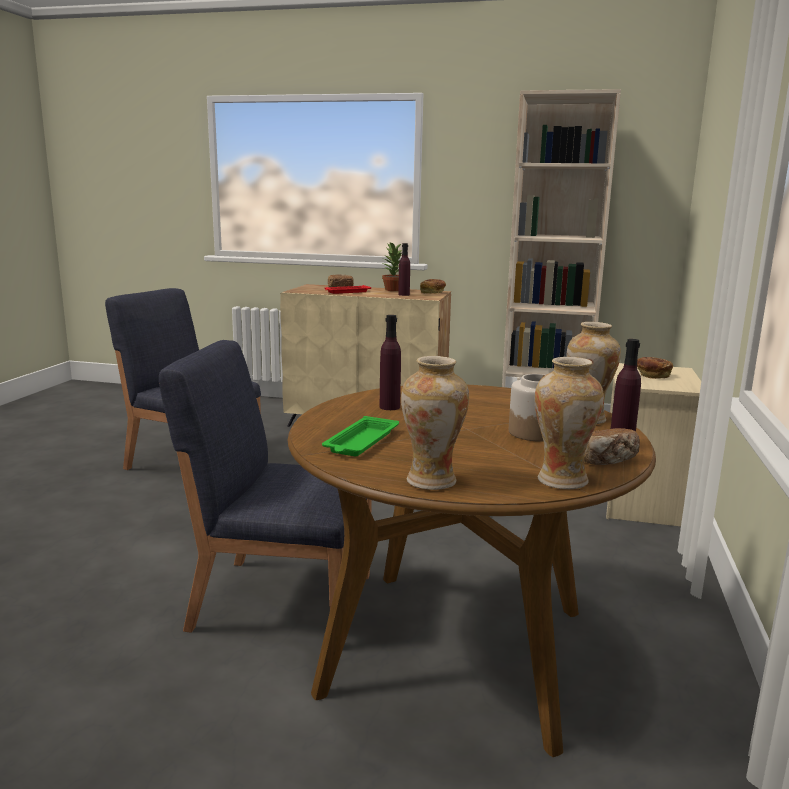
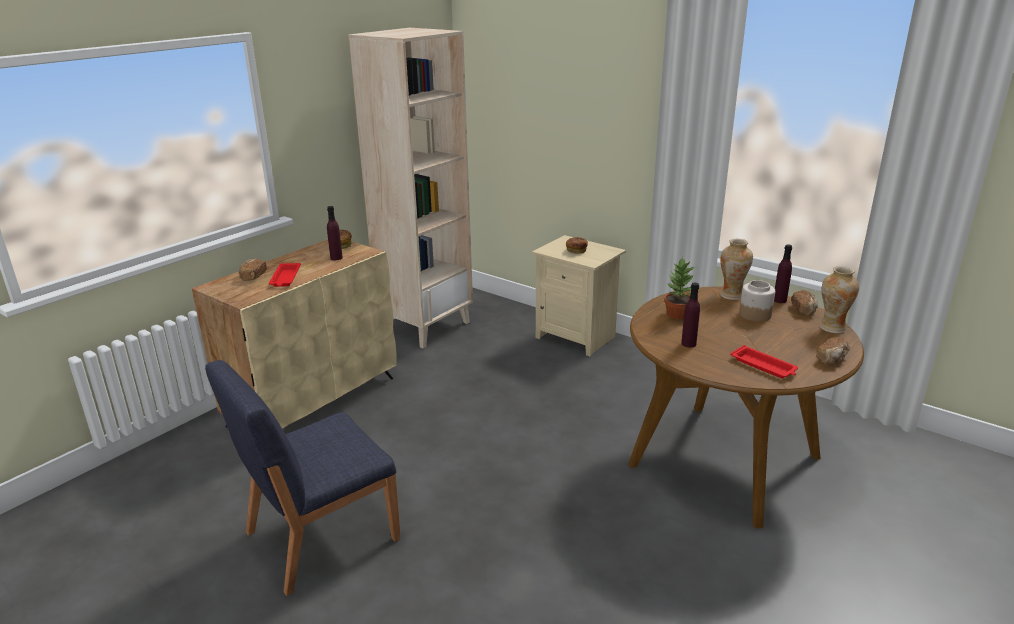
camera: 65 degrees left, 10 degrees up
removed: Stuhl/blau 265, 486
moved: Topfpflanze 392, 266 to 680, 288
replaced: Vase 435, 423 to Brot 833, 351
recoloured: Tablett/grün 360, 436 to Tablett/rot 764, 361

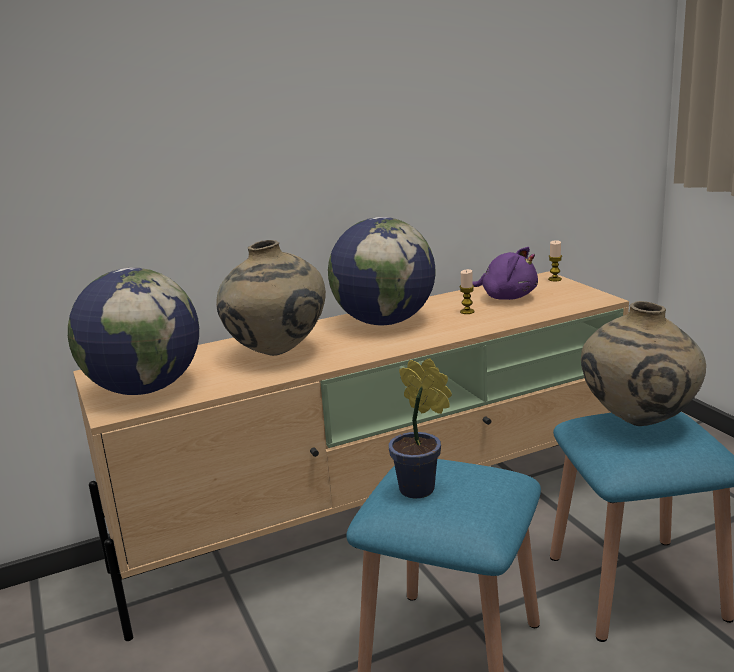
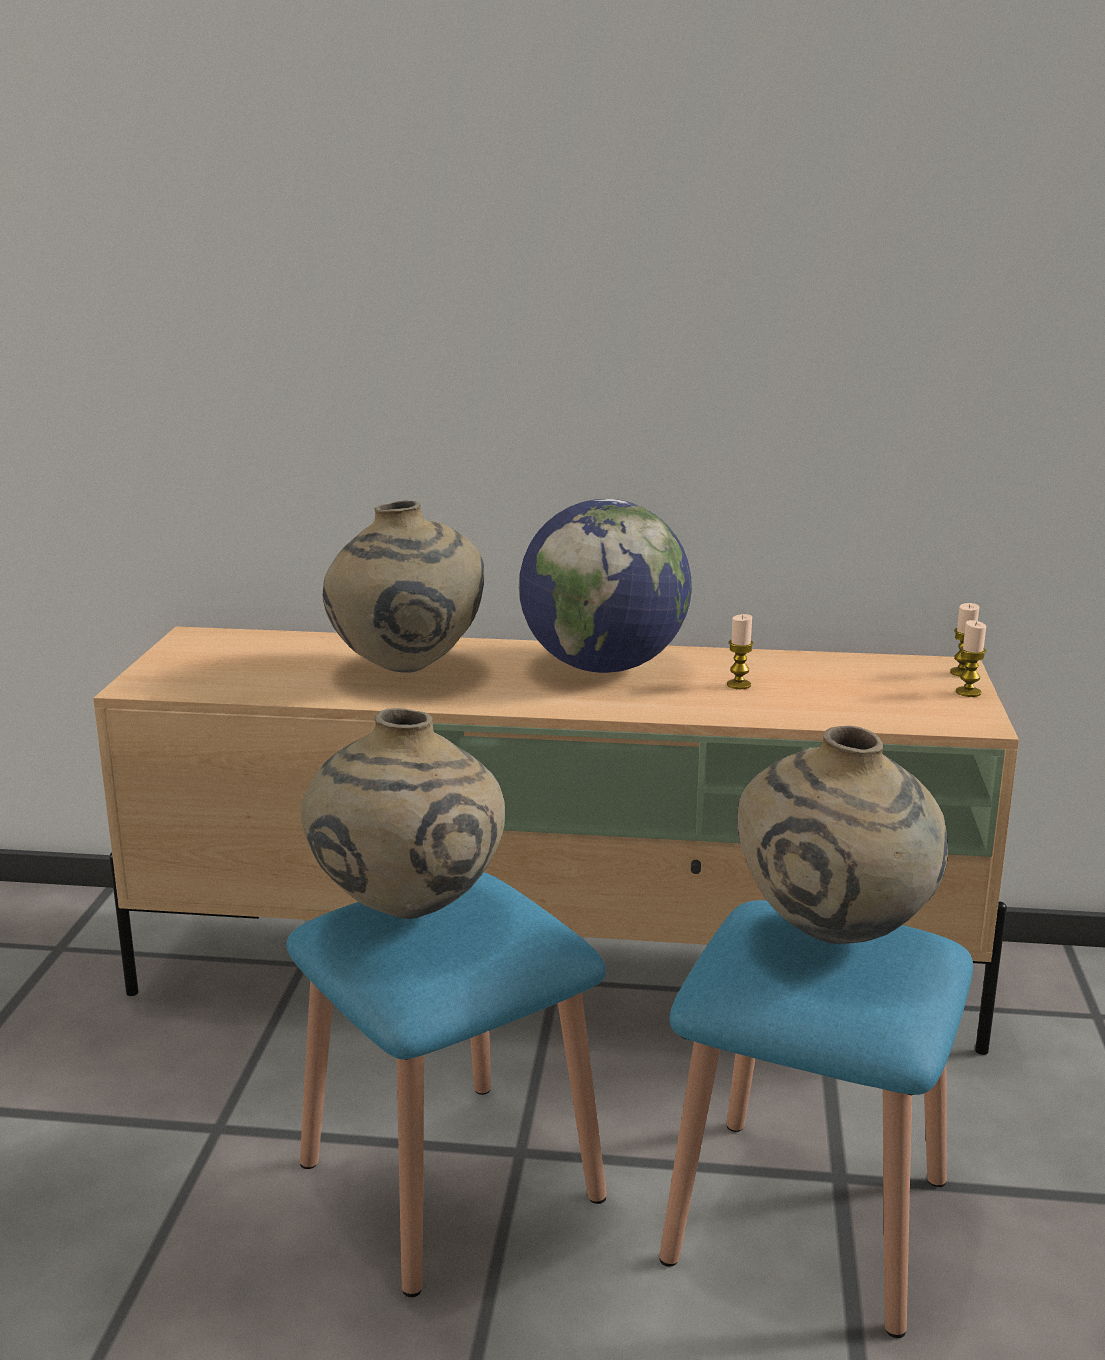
camera: 30 degrees right, 0 degrees up
removed: Globus 133, 331; Plüschtier/lila 505, 273
added: Kerze 971, 658
replaced: Topfpflanze 420, 428 to Vase/beige 403, 813

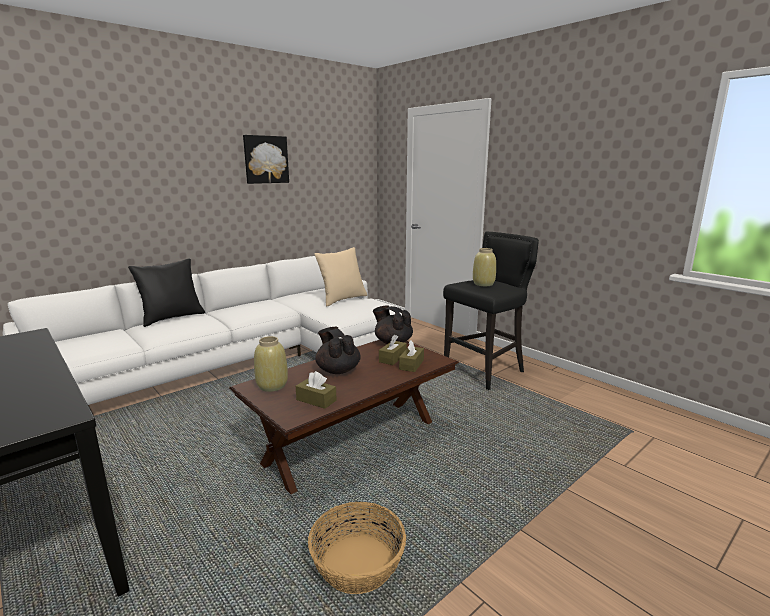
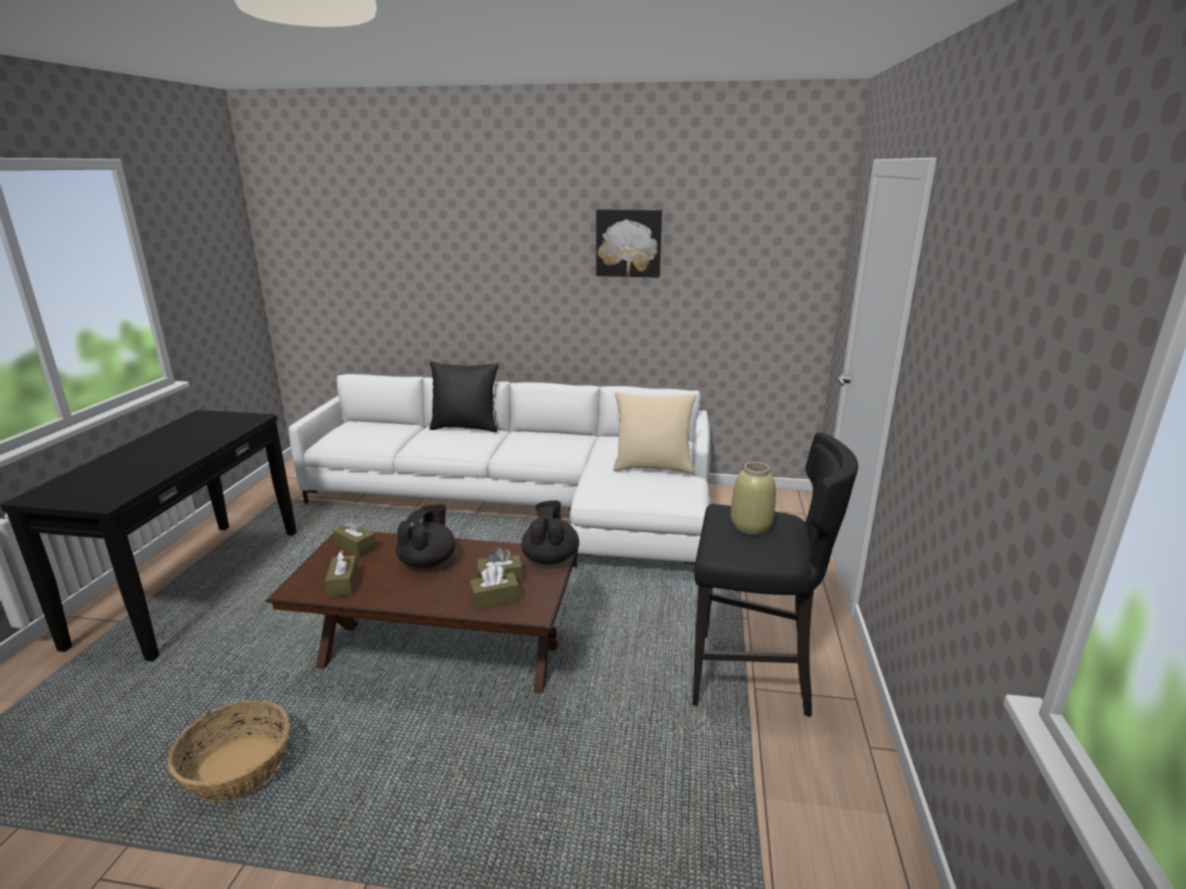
camera: 50 degrees right, 5 degrees up
replaced: Vase/beige 271, 364 to Taschentuchbox/braun 355, 537

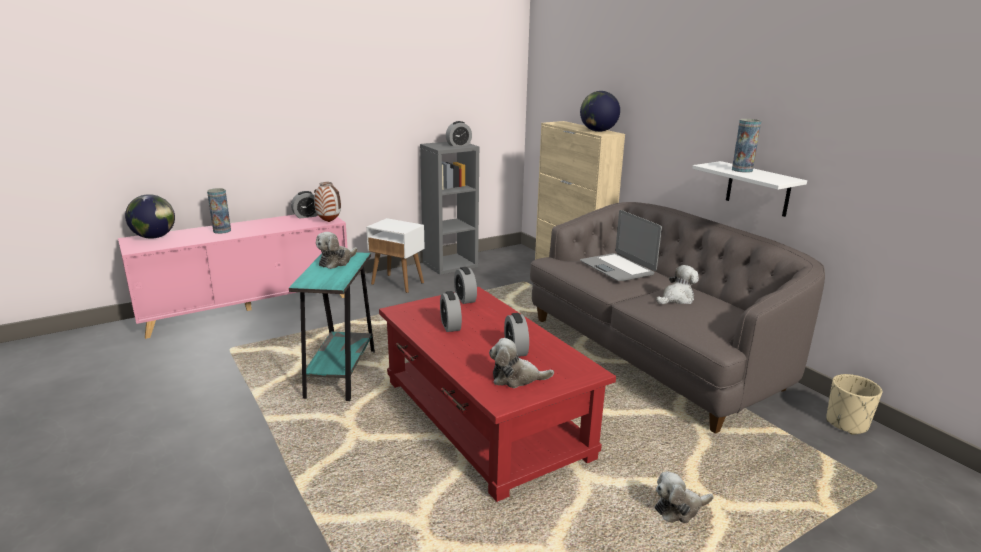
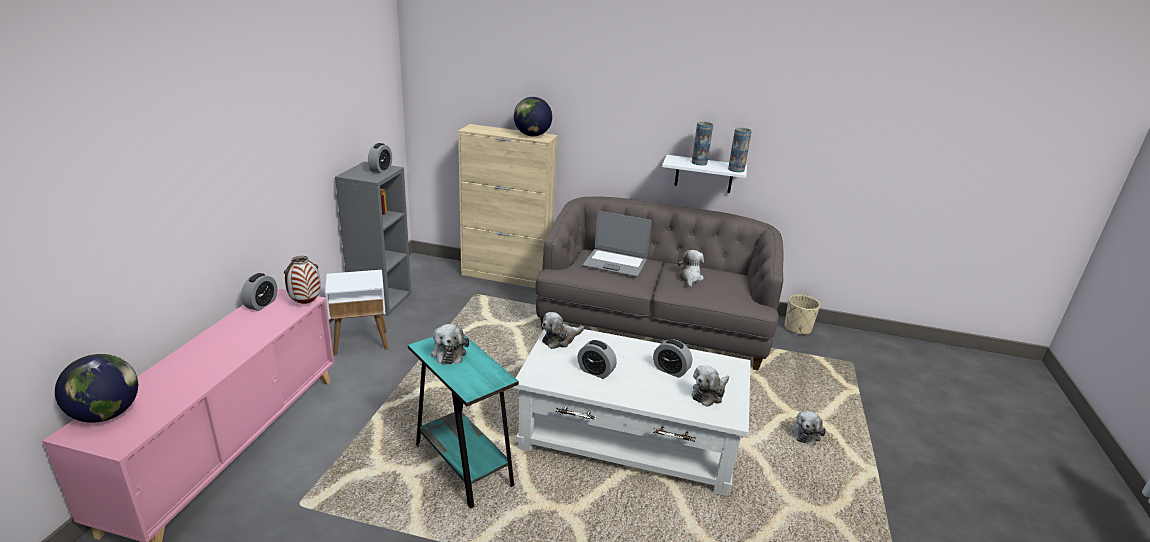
camera: 45 degrees left, 5 degrees up
moved: Vase 219, 211 to 740, 149
replaced: Wecker 465, 285 to Plüschtier 563, 330
recoloured: Couchtisch/rot 497, 394 to Couchtisch/weiß 632, 411

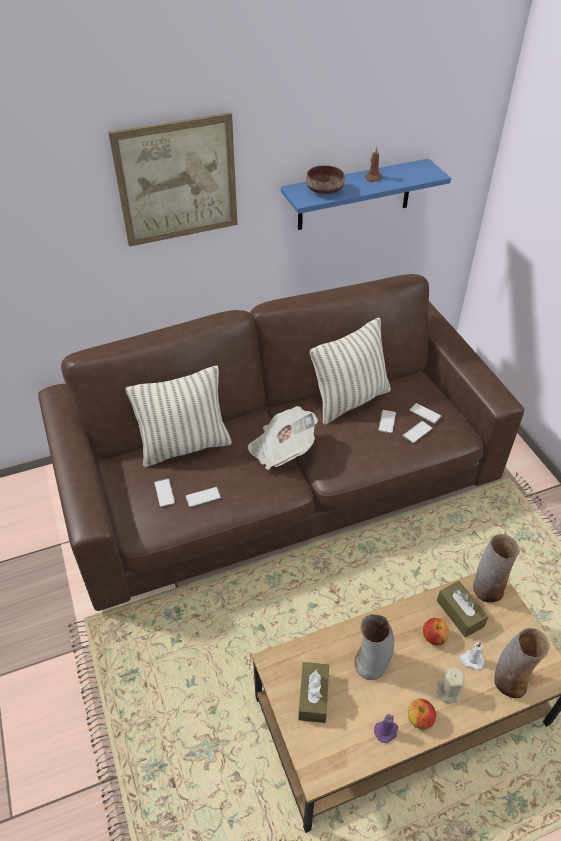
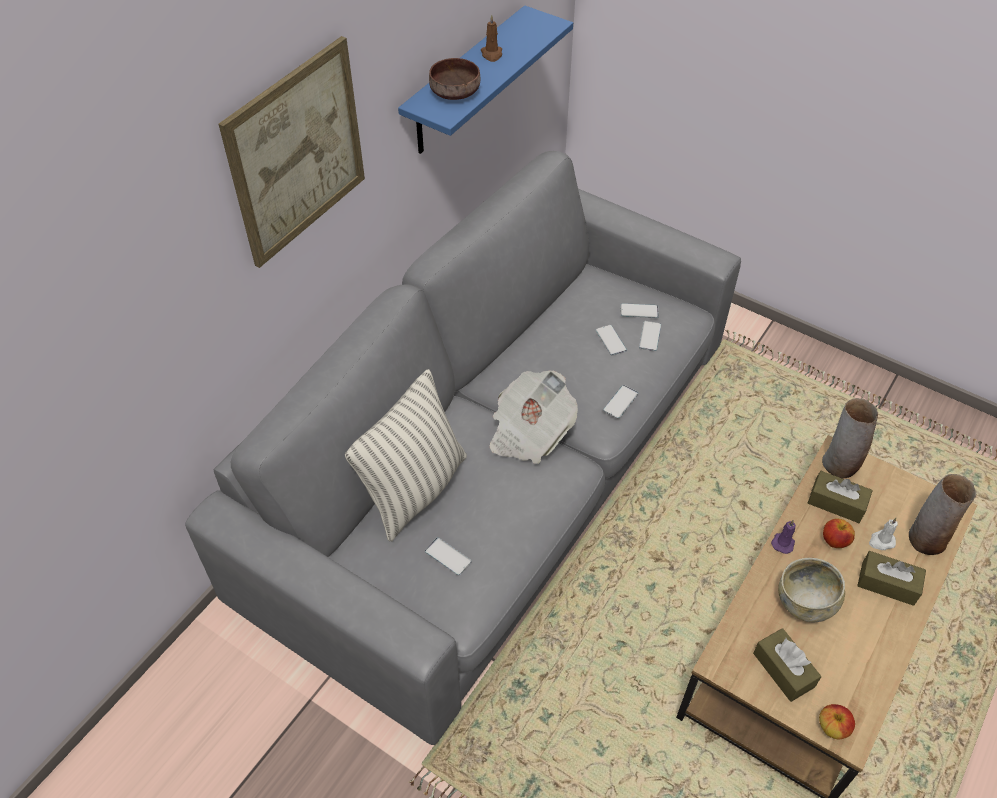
camera: 35 degrees left, 5 degrees up
removed: Kissen 350, 371
moved: Handy 203, 497 to 620, 401; Kerze/lila 386, 728 to 783, 537; Apfel 422, 714 to 837, 721
replaced: Vase 374, 647 to Schüssel/beige 811, 590; Kerze/beige 451, 685 to Taschentuchbox/braun 891, 578
recoloured: Sofa/braun 281, 442 to Sofa/grau 463, 448

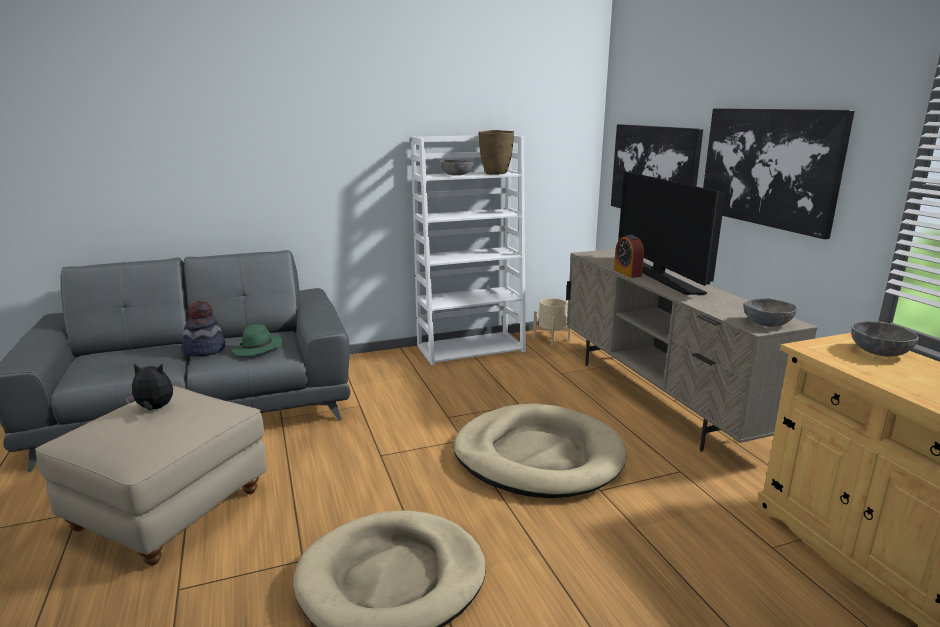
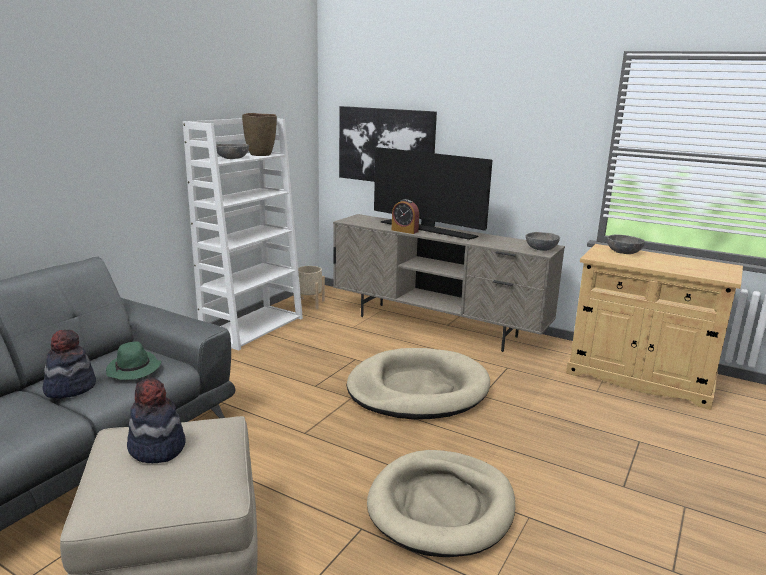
camera: 40 degrees left, 0 degrees up
removed: Bild 779, 173
replaced: Plüschtier 149, 387 to Hut 156, 420

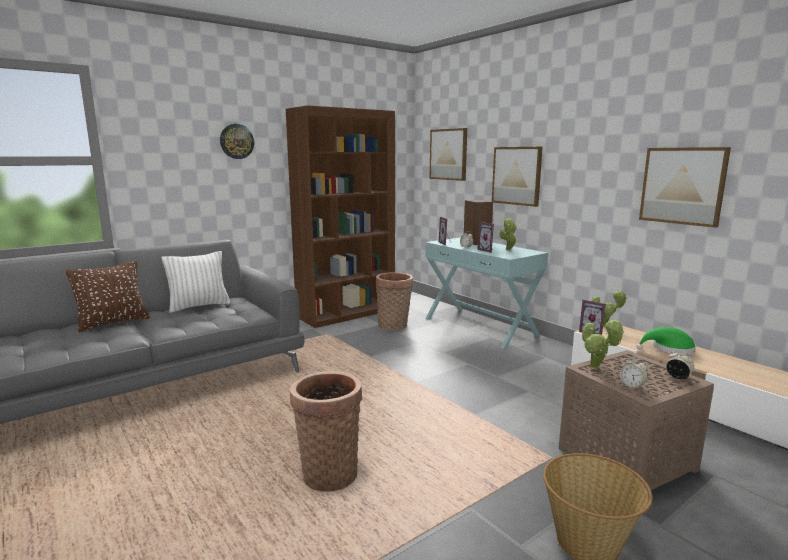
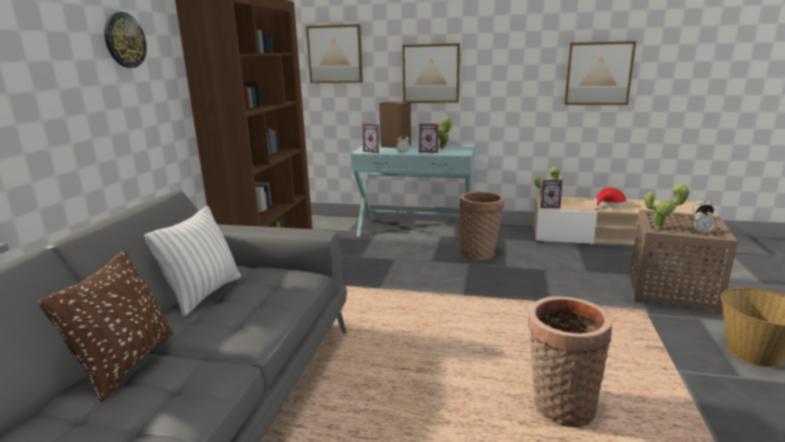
camera: 40 degrees left, 5 degrees up
moved: Korb 394, 301 to 481, 225
recoloured: Hut/grün 666, 341 to Hut/rot 610, 199

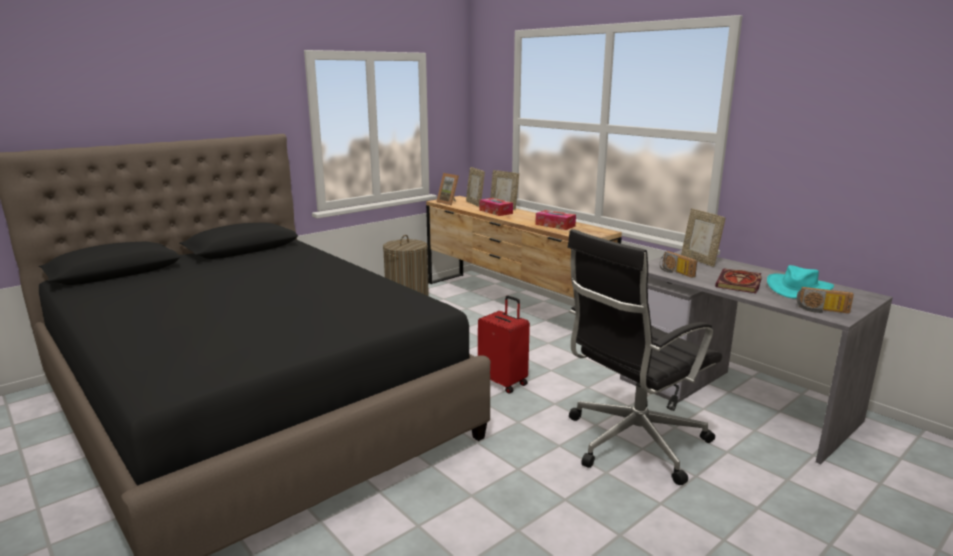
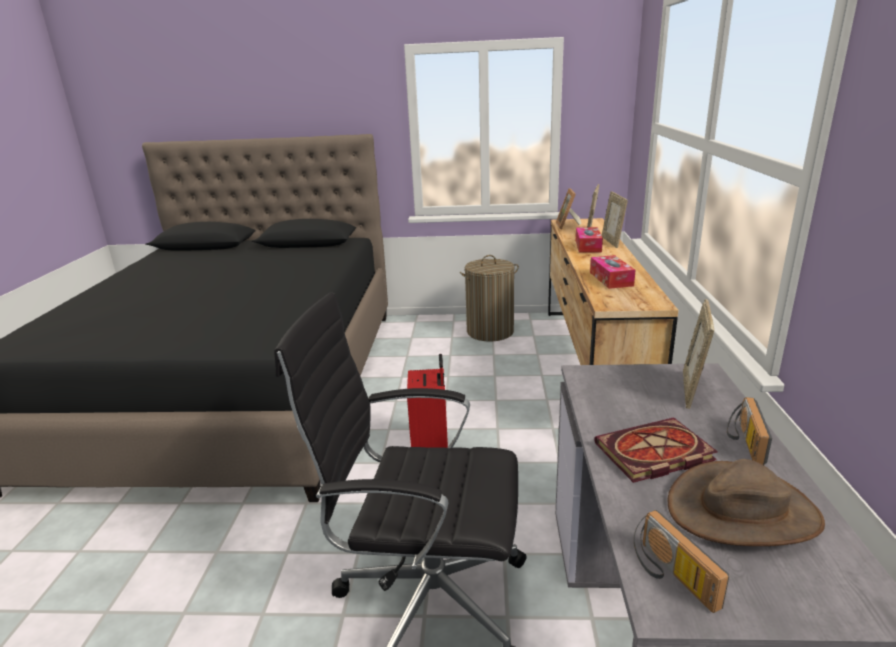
camera: 45 degrees right, 5 degrees up
moved: Radio 678, 264 to 749, 431
recoloured: Hut/türkis 800, 282 to Hut/braun 746, 502

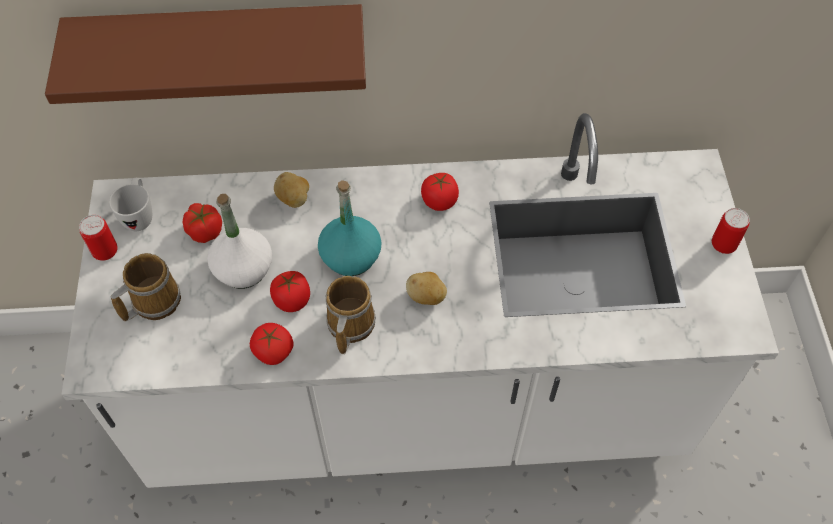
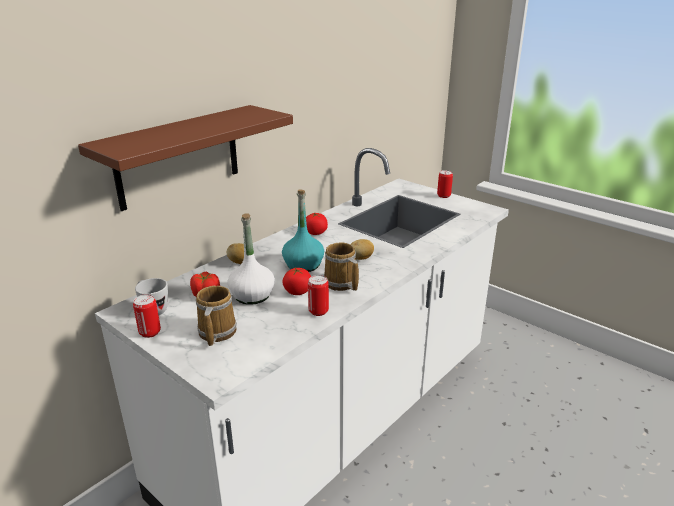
camera: 45 degrees left, 30 degrees down
replaced: Tomate 271, 344 to Dose 318, 295

